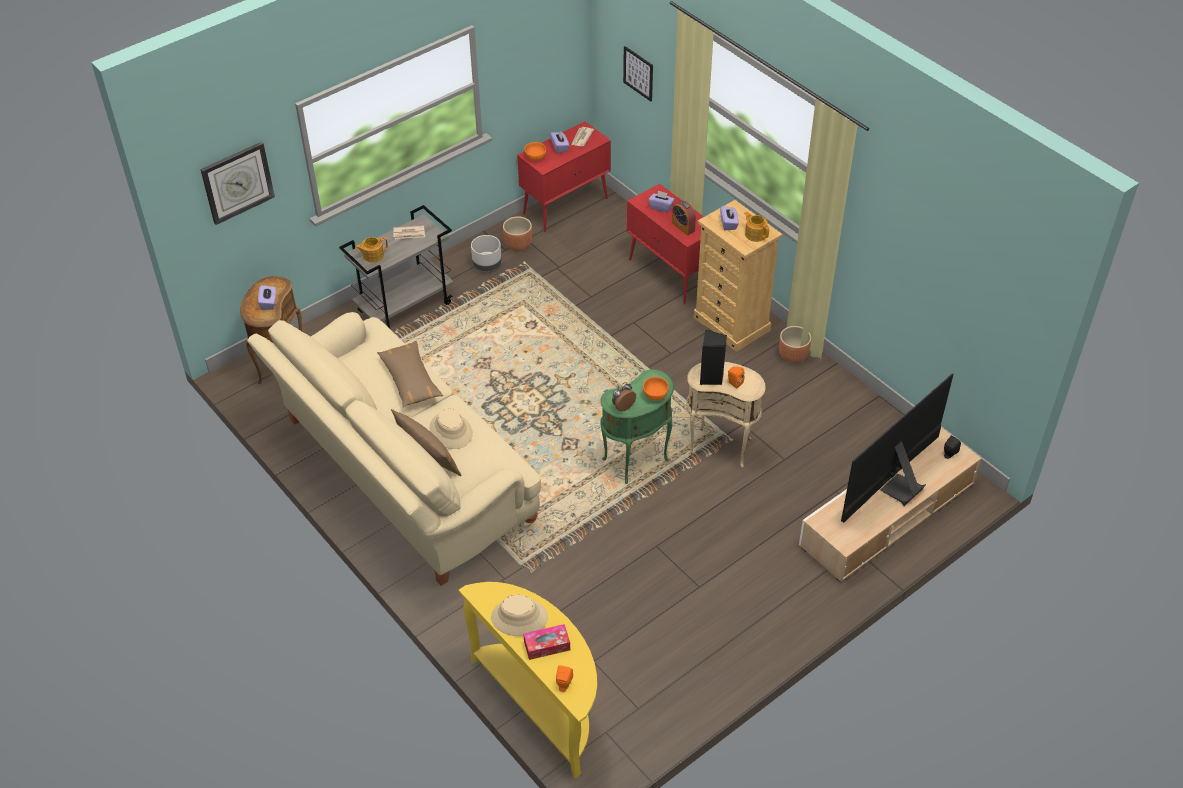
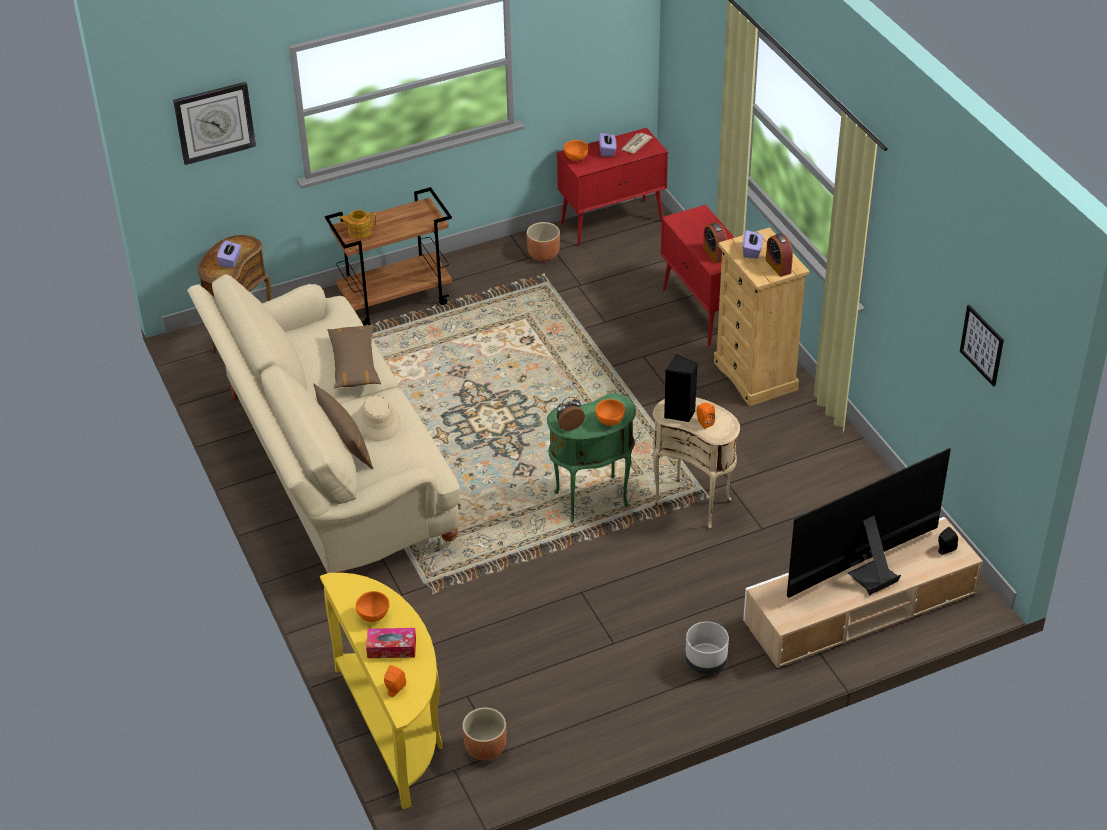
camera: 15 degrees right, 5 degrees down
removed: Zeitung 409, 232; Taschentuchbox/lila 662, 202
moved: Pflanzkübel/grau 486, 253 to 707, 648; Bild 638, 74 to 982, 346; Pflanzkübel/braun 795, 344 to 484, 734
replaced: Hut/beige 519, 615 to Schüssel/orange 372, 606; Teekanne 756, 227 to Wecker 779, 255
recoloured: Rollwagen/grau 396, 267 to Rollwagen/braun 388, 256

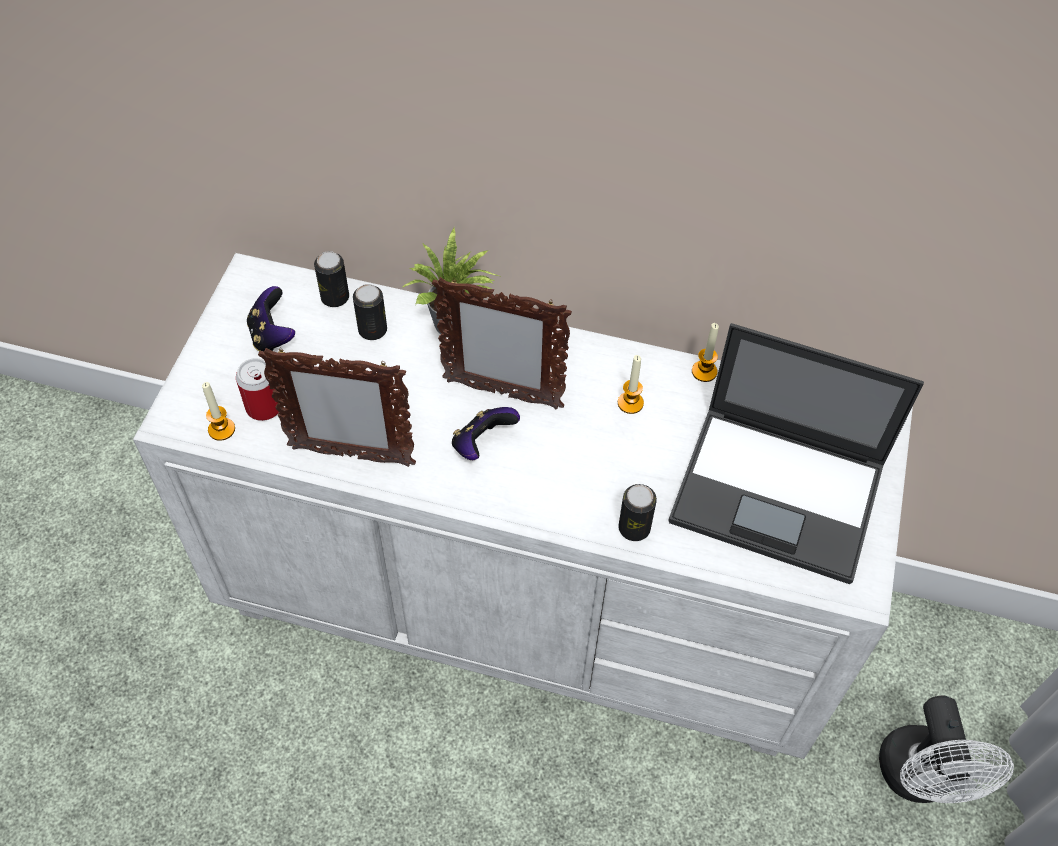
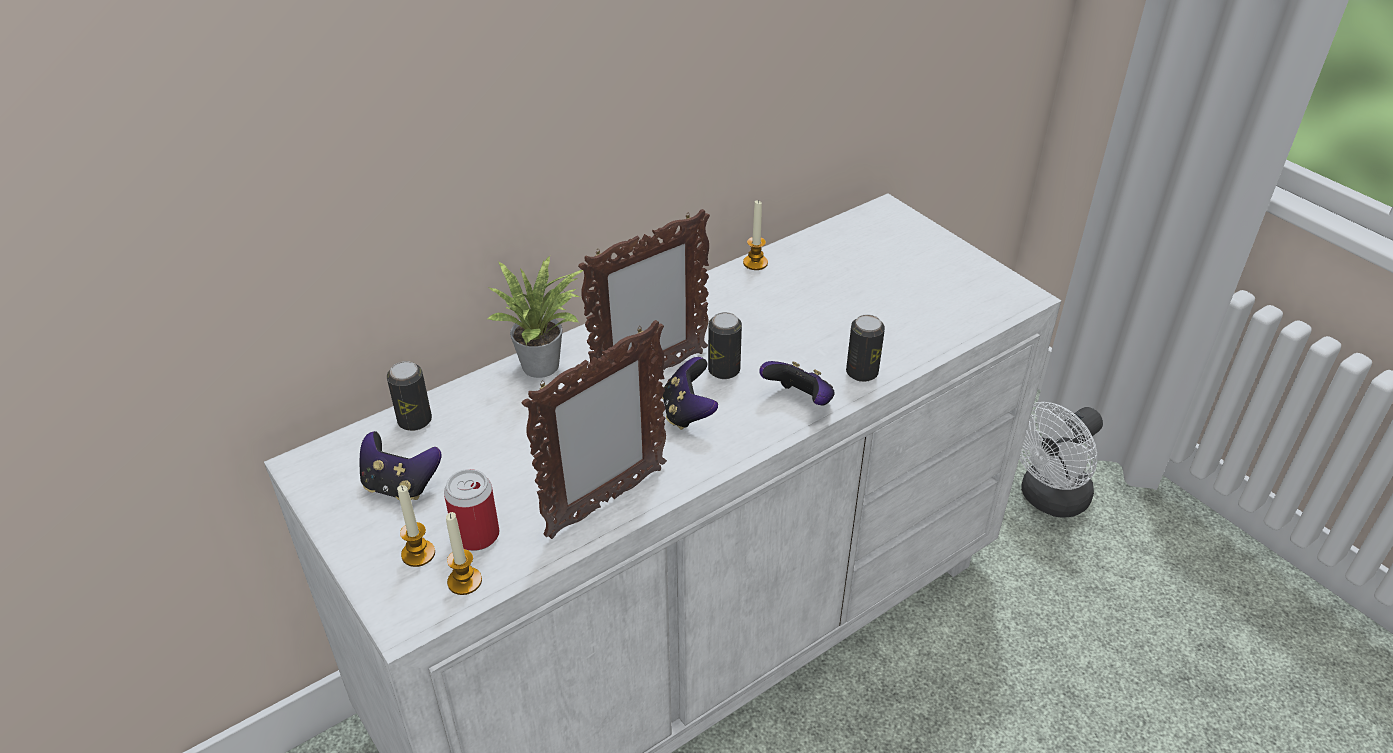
camera: 50 degrees left, 15 degrees down
removed: Laptop 796, 453
added: Gamepad 797, 383
moved: Dose 370, 312 to 725, 345; Kerze 631, 384 to 416, 526
turned: Ventilator/weiß 946, 749 = 1061, 460 105 degrees clockwise

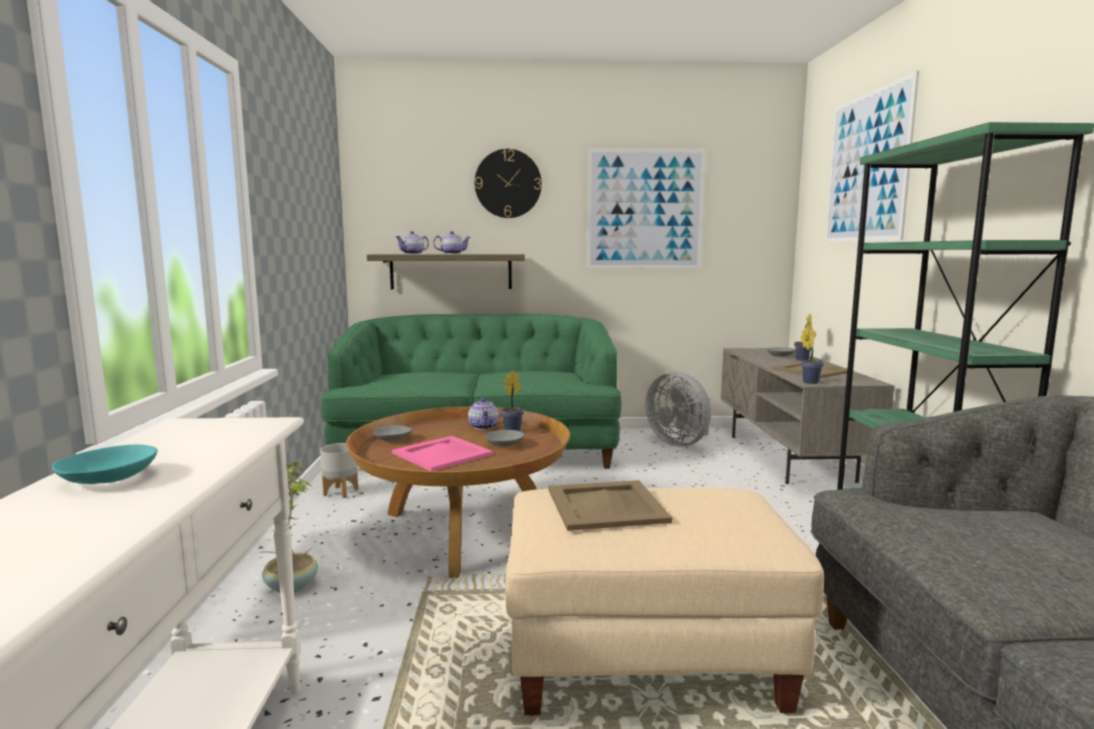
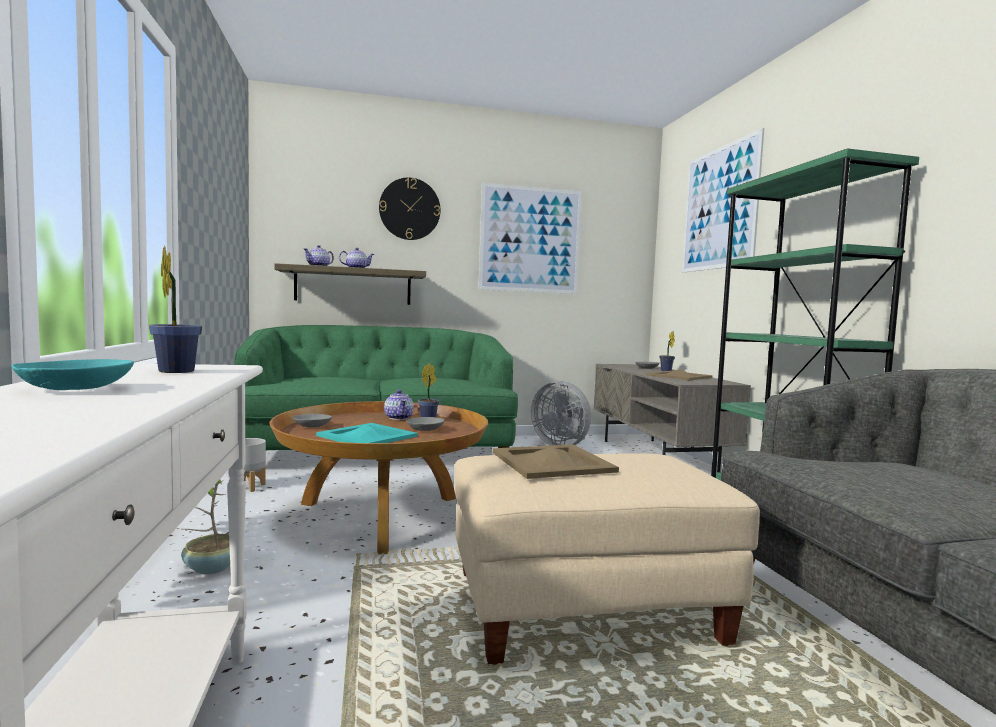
camera: 10 degrees left, 5 degrees down
moved: Topfpflanze 812, 355 to 175, 309
recoloured: Tablett/rosa 442, 453 to Tablett/türkis 367, 433

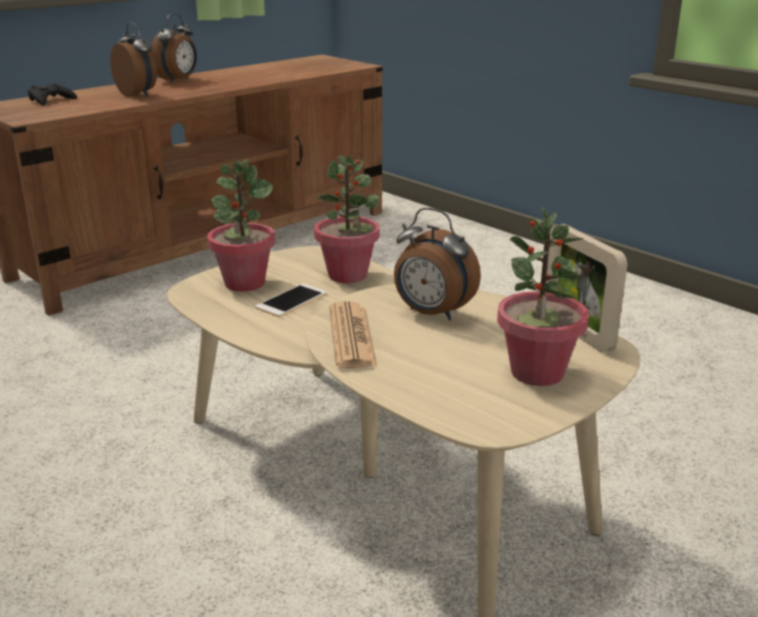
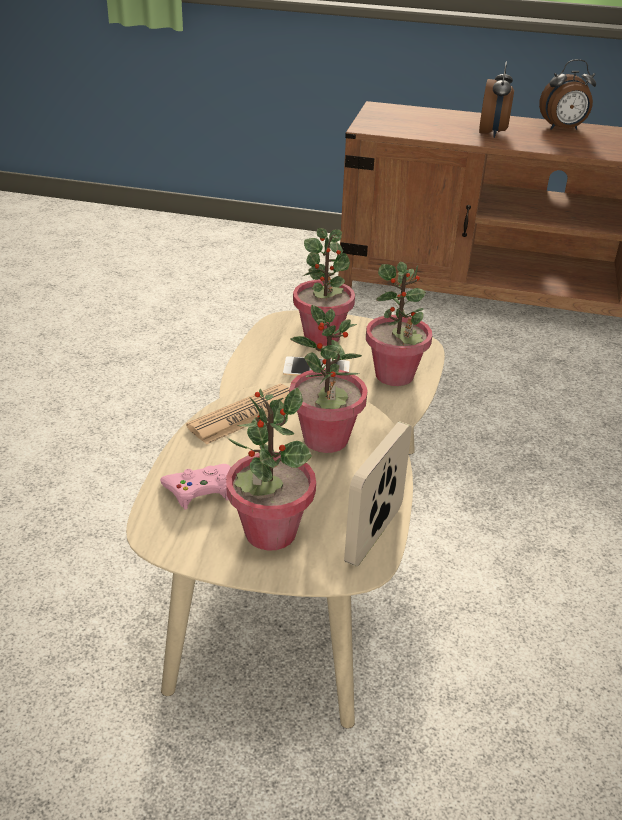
camera: 55 degrees right, 10 degrees up
removed: Gamepad/schwarz 52, 94
added: Gamepad/rosa 195, 487
replaced: Wecker 437, 264 to Topfpflanze 328, 379

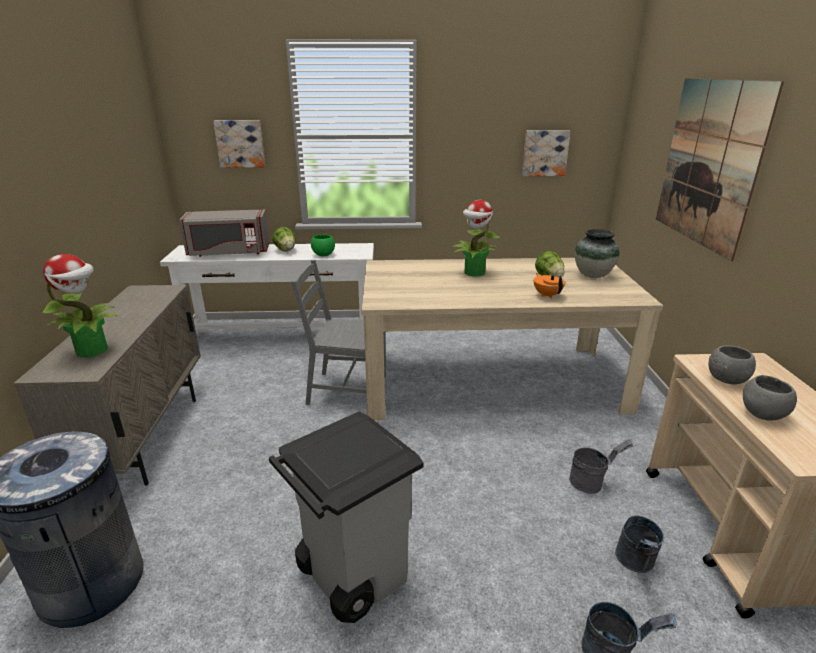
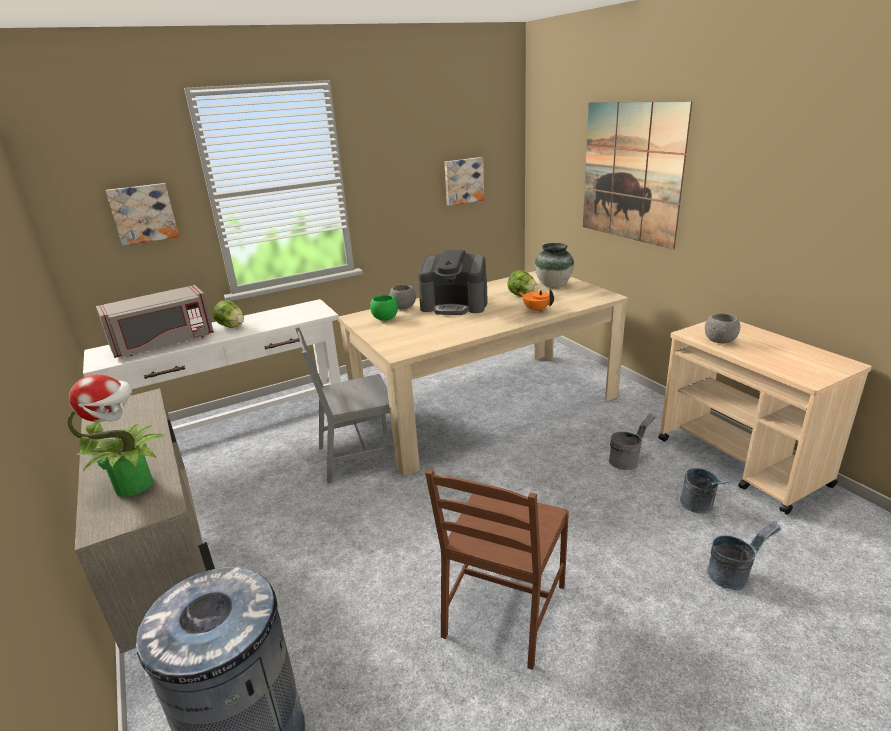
camera: 25 degrees left, 0 degrees up
moved: Schüssel/grün 323, 245 to 384, 308; Schüssel/grau 770, 398 to 403, 297
replaced: Mülleimer/grau 346, 517 to Stuhl/braun 497, 569; Topfpflanze 476, 238 to Kaffeemaschine 453, 282

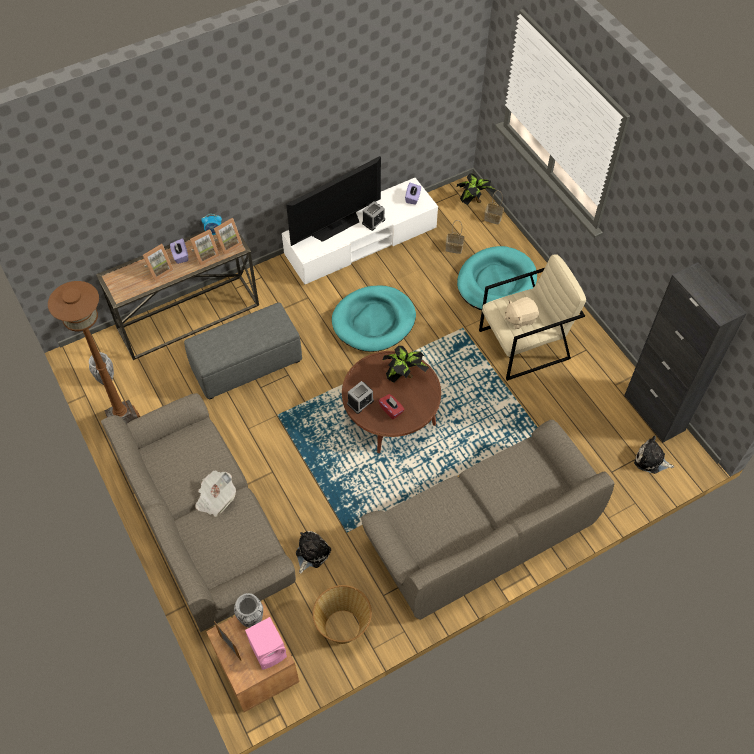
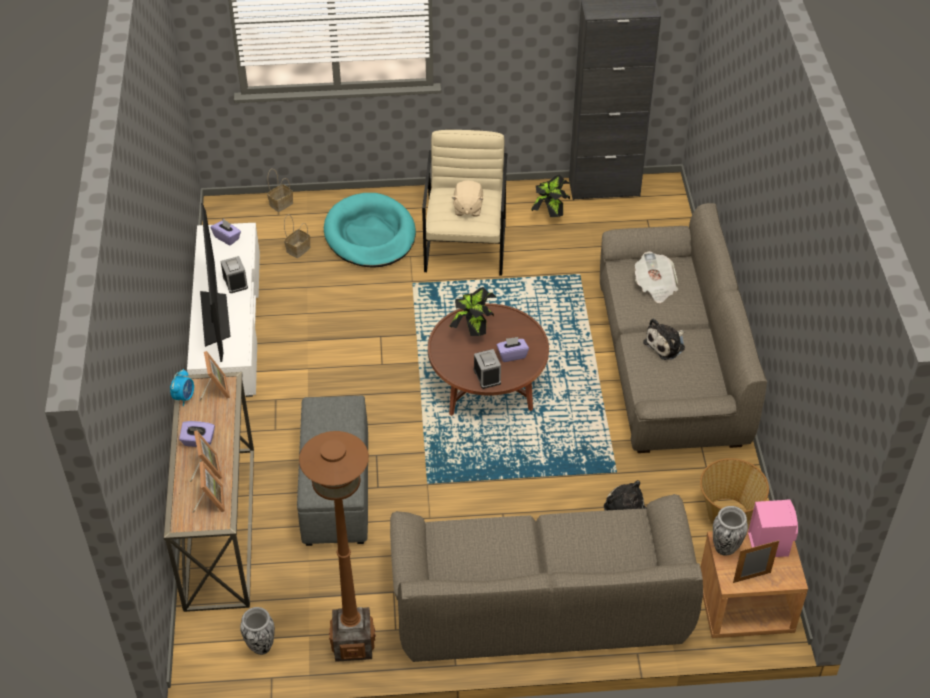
camera: 65 degrees left, 10 degrees down
removed: Hundebett/türkis 374, 318
moved: Bilderrahmen 205, 247 to 208, 487; Zeitung 215, 493 to 656, 277; Topfpflanze 477, 189 to 551, 196; Plüschtier 654, 455 to 664, 339
recoloured: Taschentuchbox/rot 392, 406 to Taschentuchbox/lila 513, 349

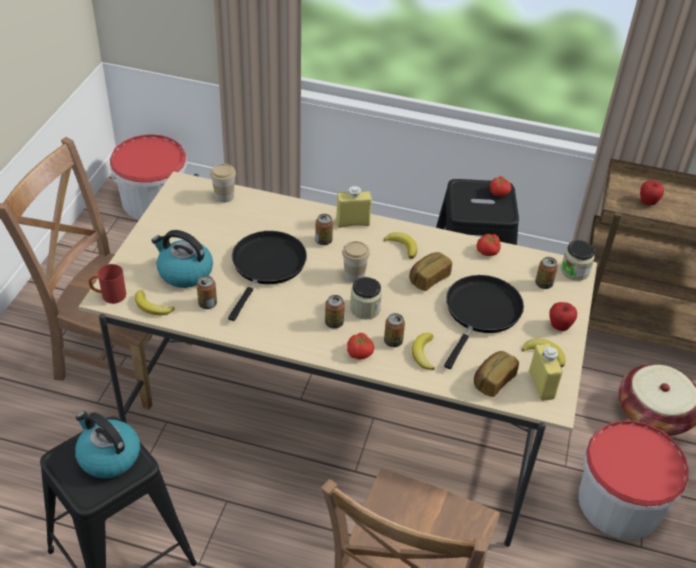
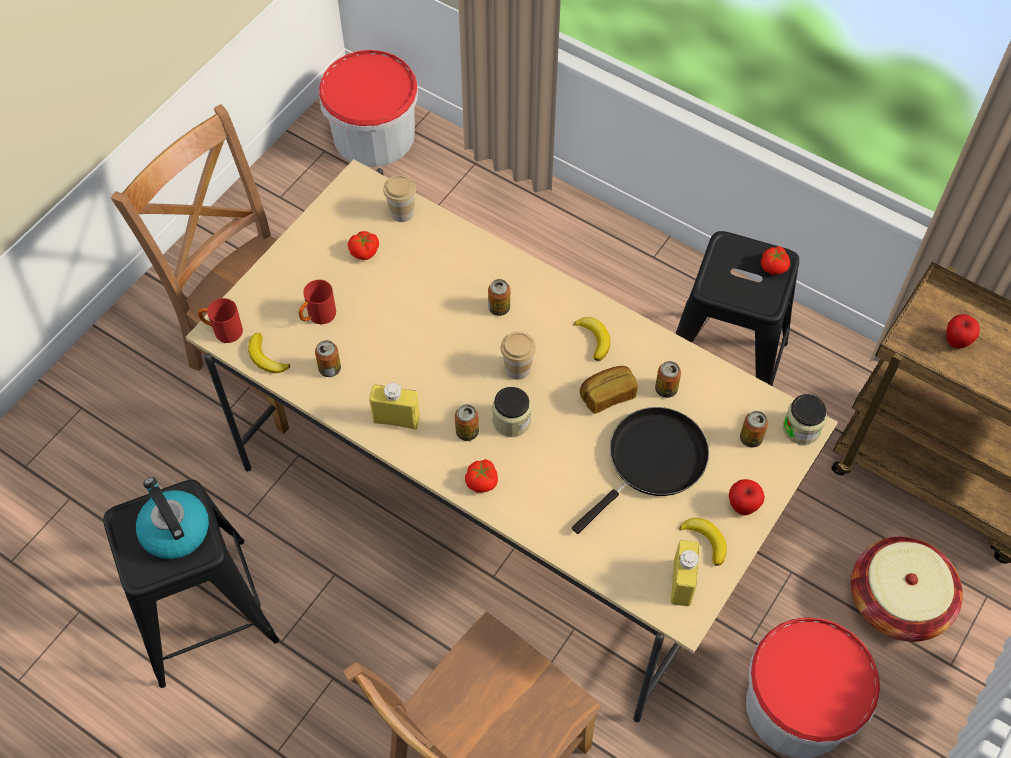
camera: 20 degrees right, 15 degrees up
removed: Pfanne/schwarz 267, 276; Banane 423, 351; Brot 496, 374
moved: Flasche/gelb 354, 207 to 394, 406; Dose 394, 330 to 668, 379; Tomate 489, 245 to 363, 245
replaced: Wasserkessel 182, 259 to Henkelbecher/rot 317, 302

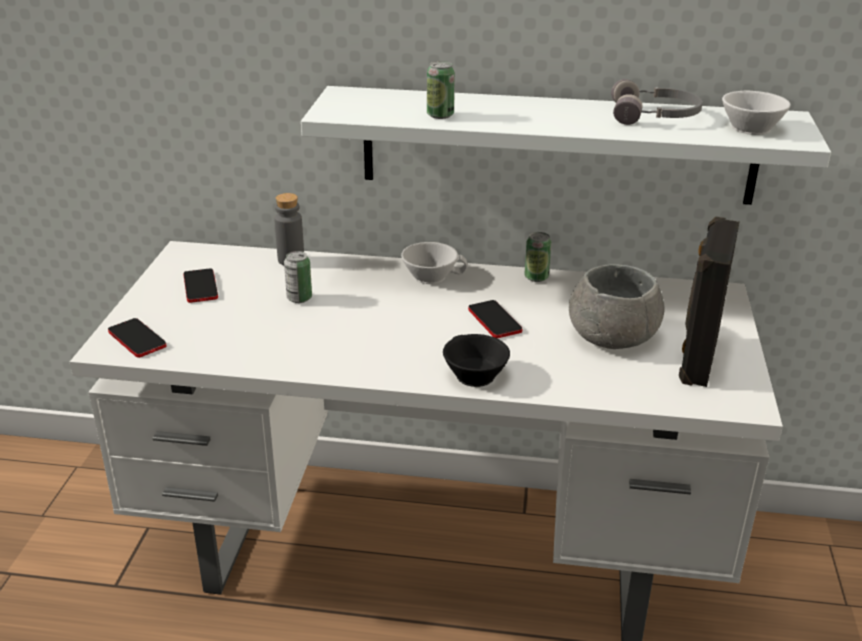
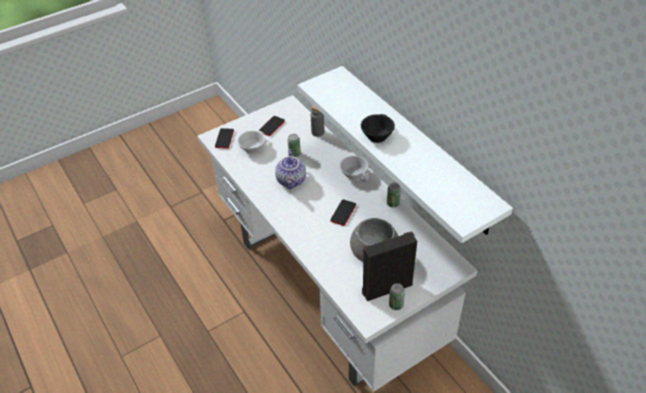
camera: 50 degrees right, 15 degrees up
removed: Kopfhörer/grau 657, 102
added: Teekanne 290, 169
moved: Dose 441, 90 to 397, 296; Tasse/schwarz 476, 360 to 378, 128; Tasse/weiß 756, 113 to 251, 142

